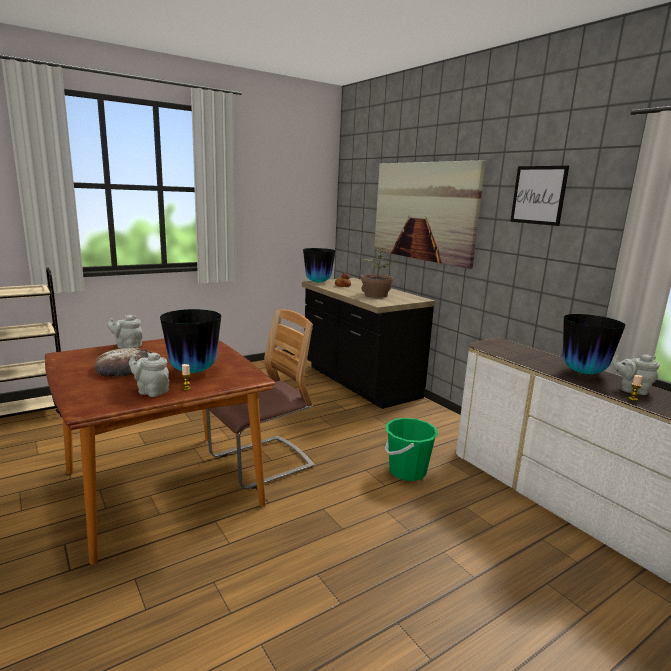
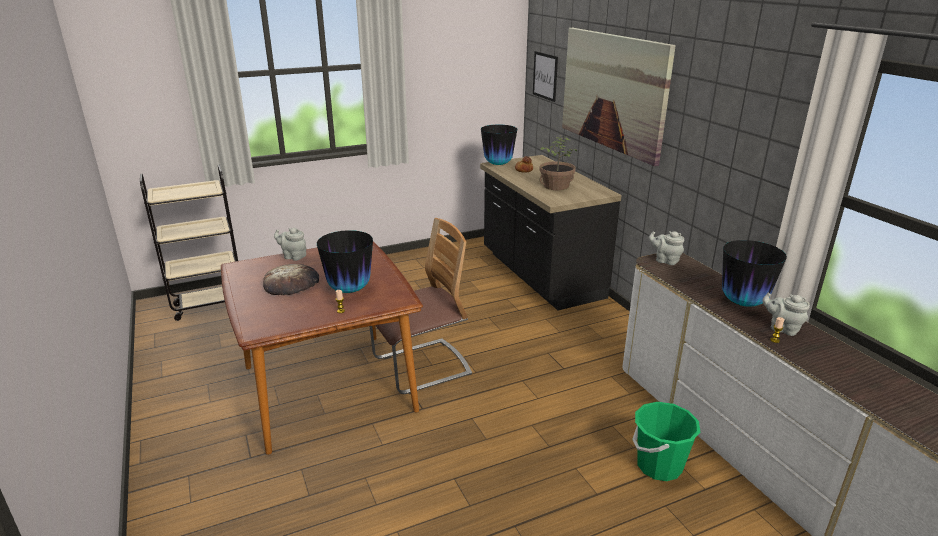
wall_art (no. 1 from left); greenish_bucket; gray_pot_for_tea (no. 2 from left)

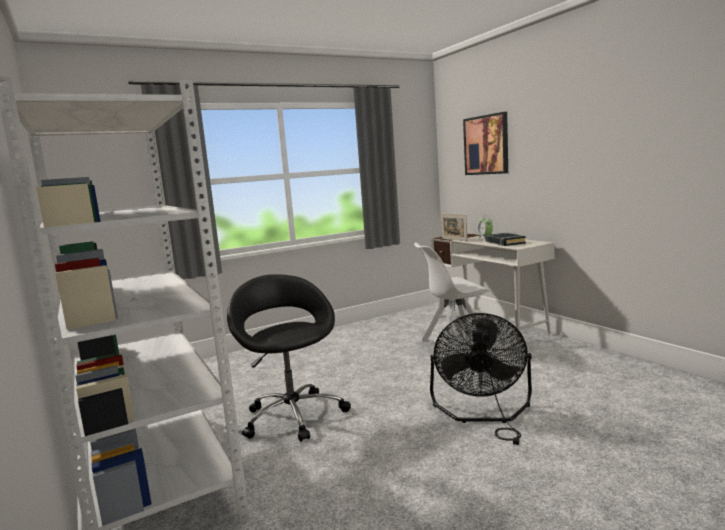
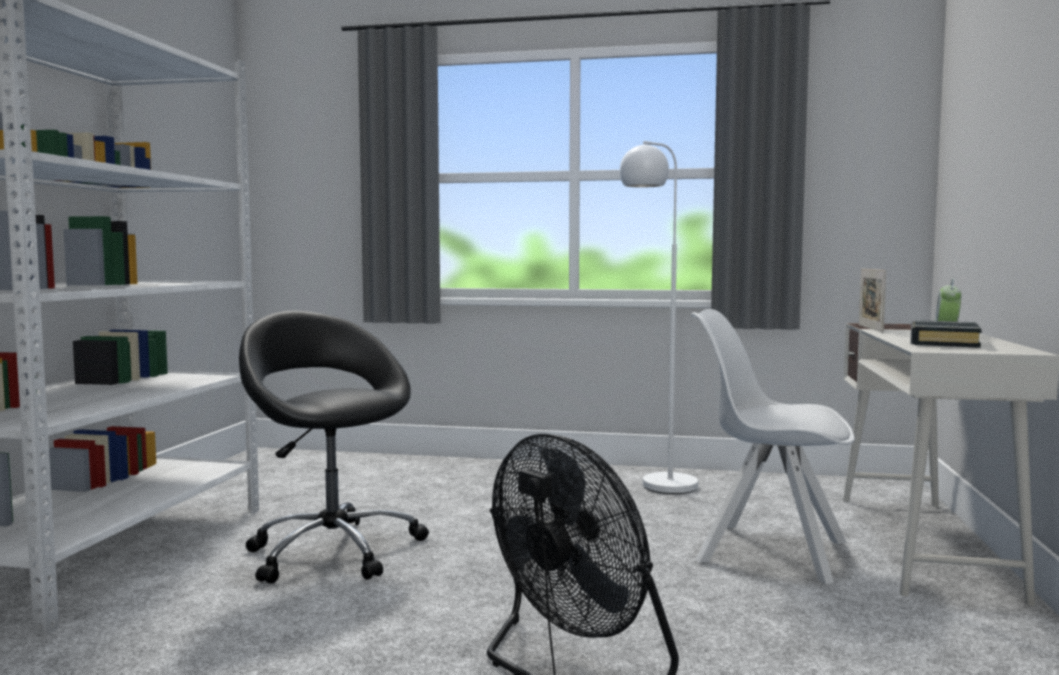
black_desk_chair; white_floor_lamp; wall_art

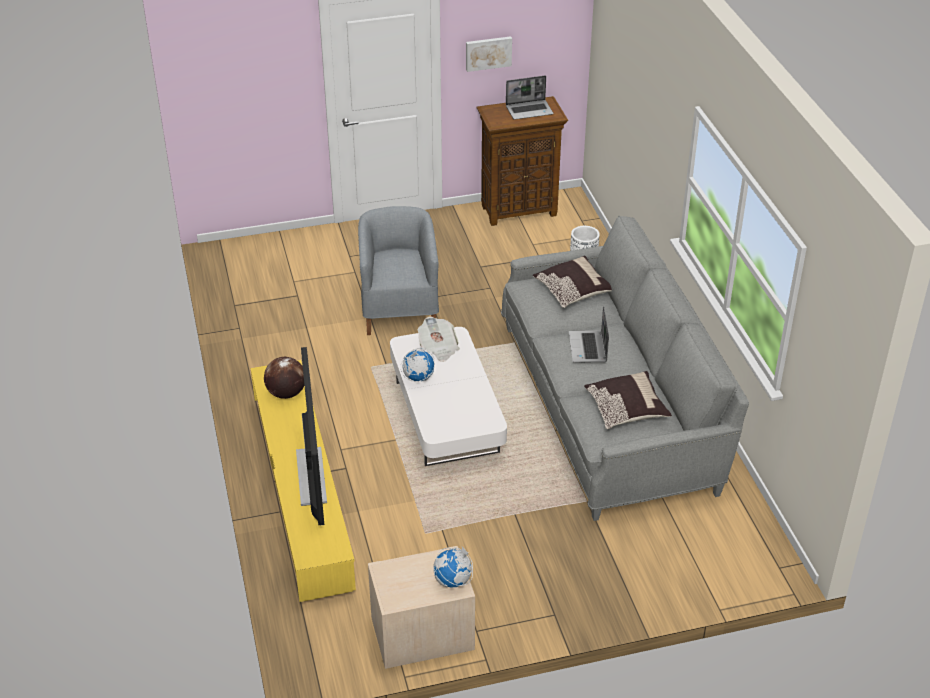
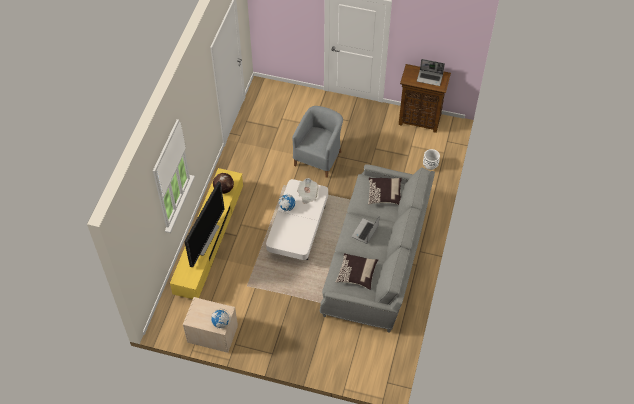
wall_art

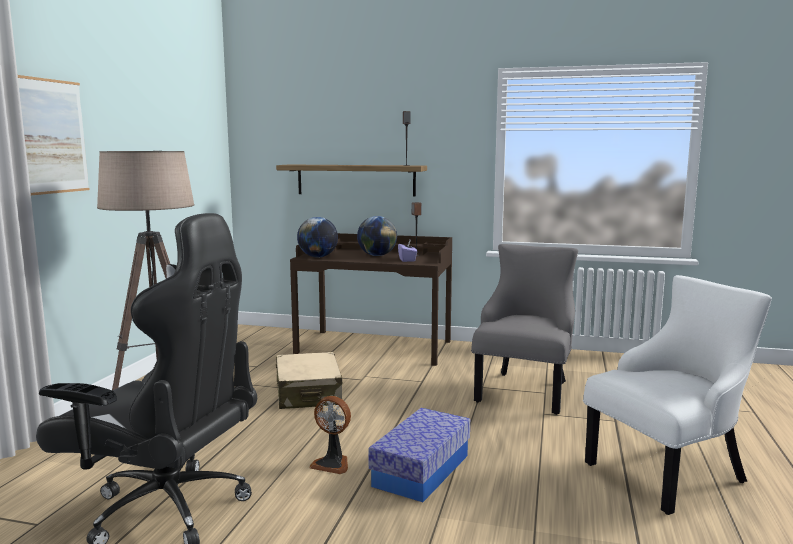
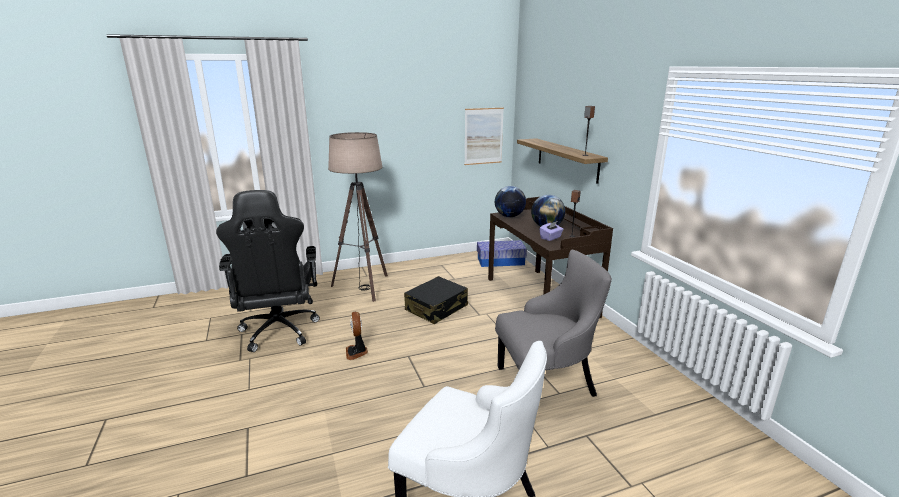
black_piece_of_luggage; wall_art; storage_container

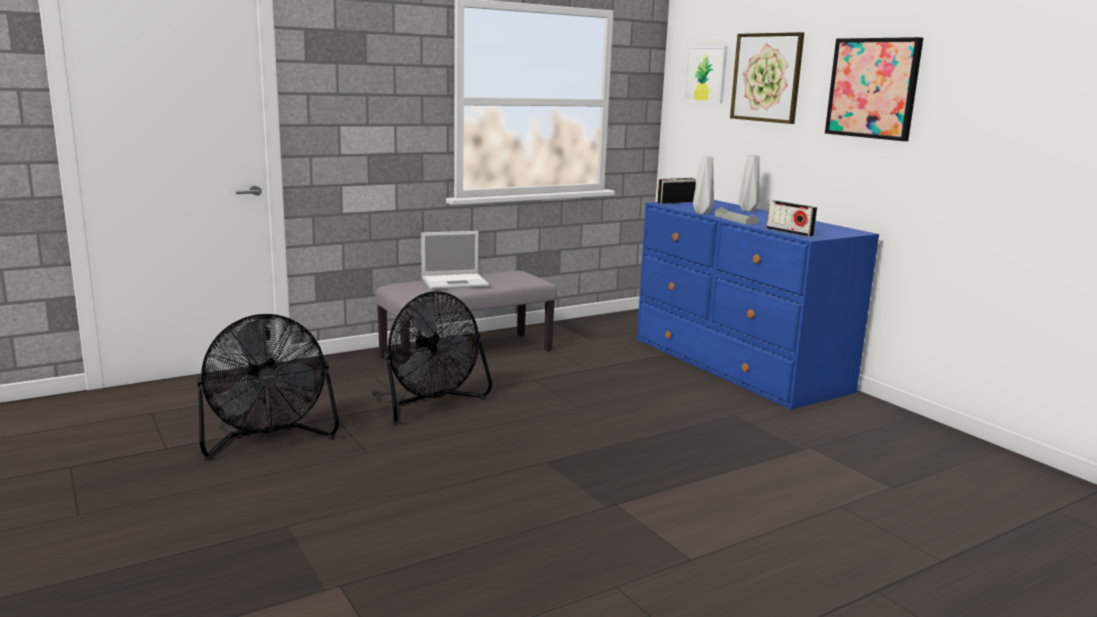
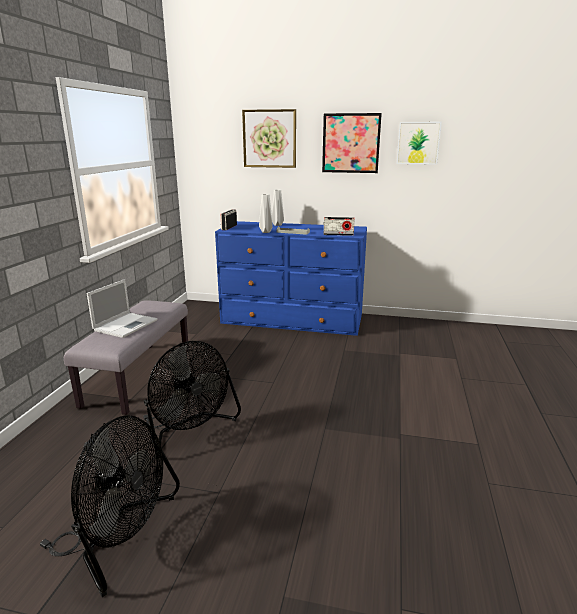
black_electric_fan (no. 2 from left); wall_art (no. 3 from left)

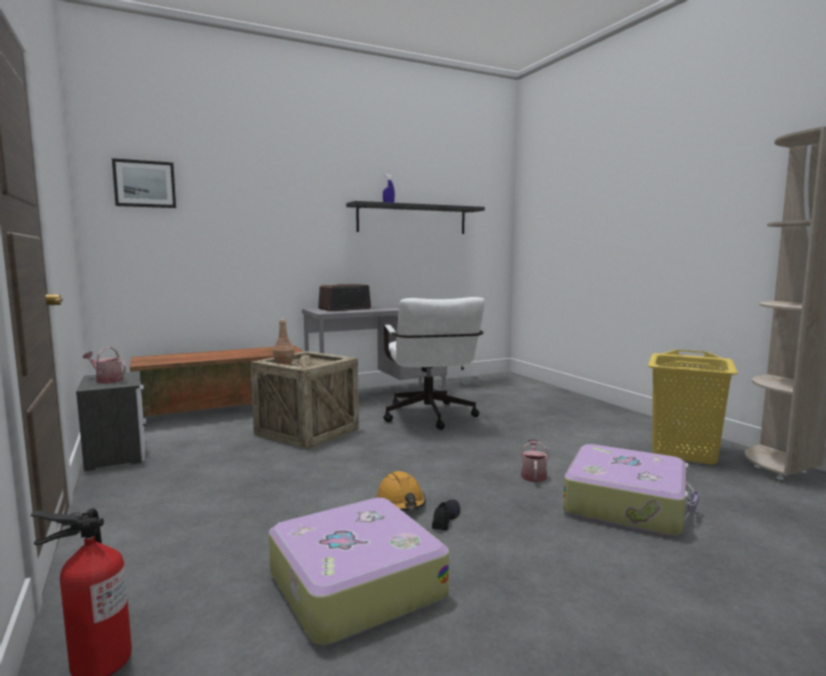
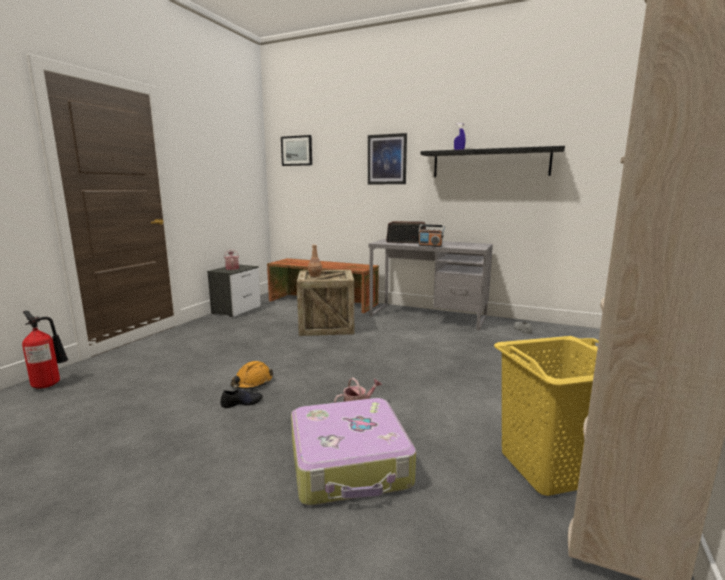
wall_art (no. 2 from left); radio_receiver (no. 2 from left); piece_of_luggage (no. 1 from left in the first image); white_desk_chair

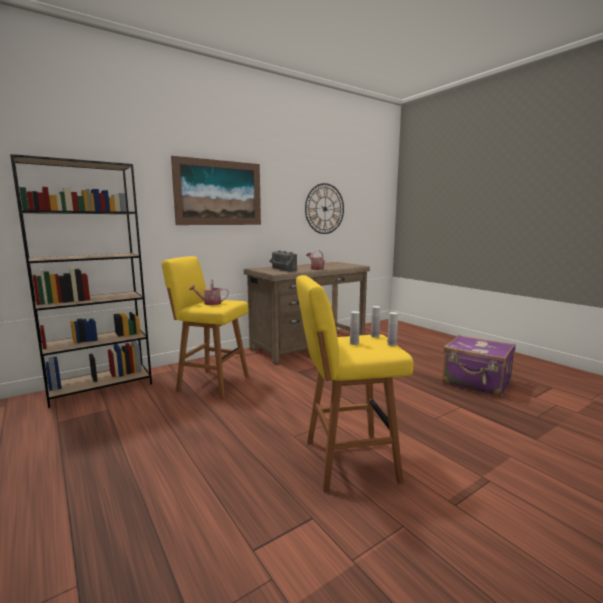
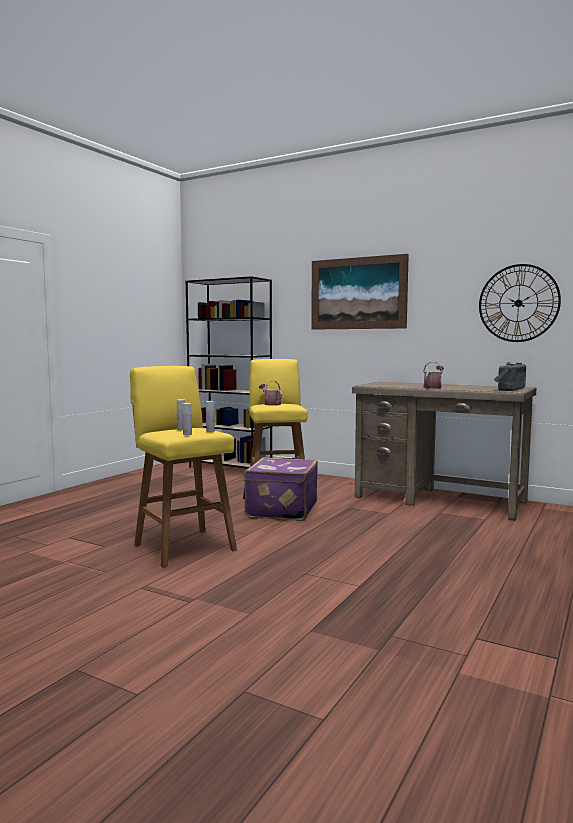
purplish_piece_of_luggage; radio_receiver

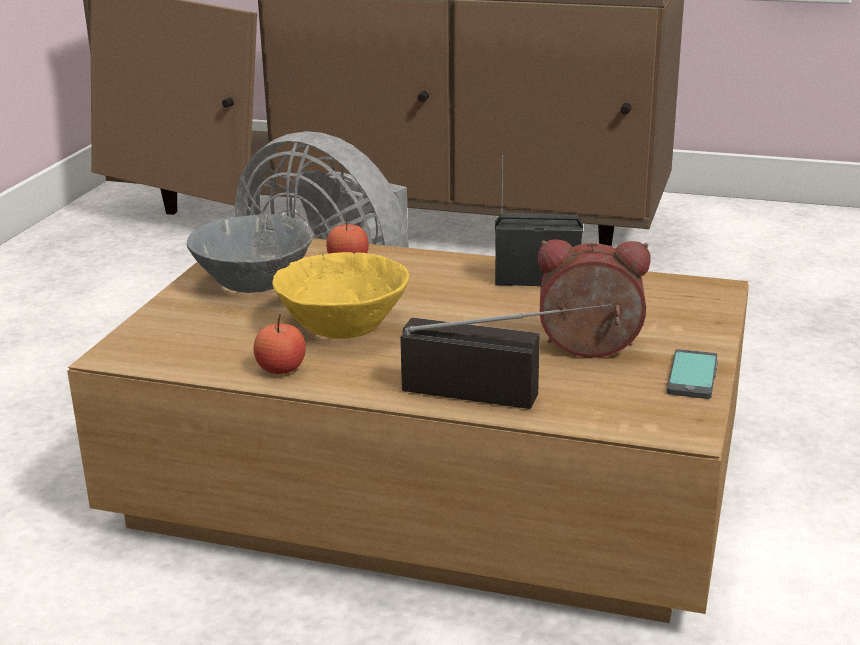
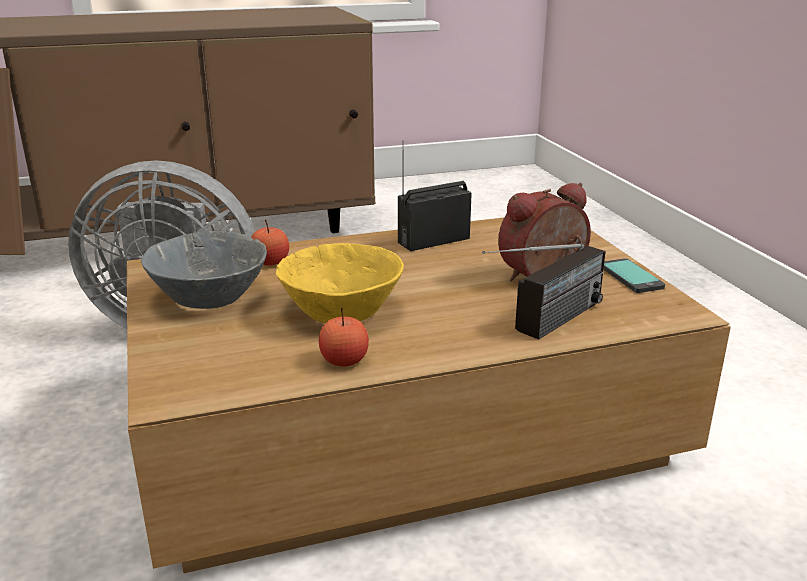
radio_receiver (no. 2 from left)

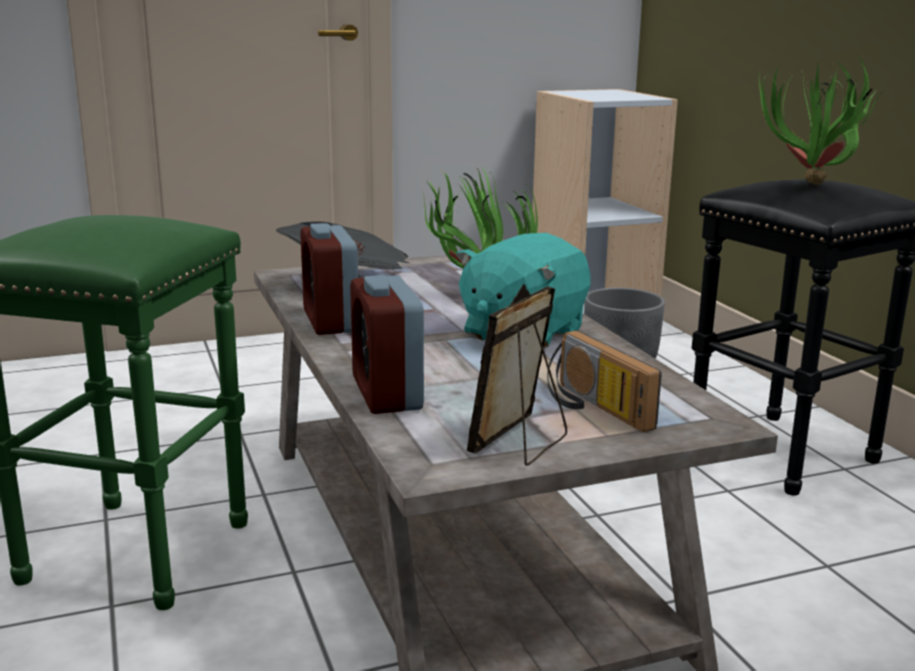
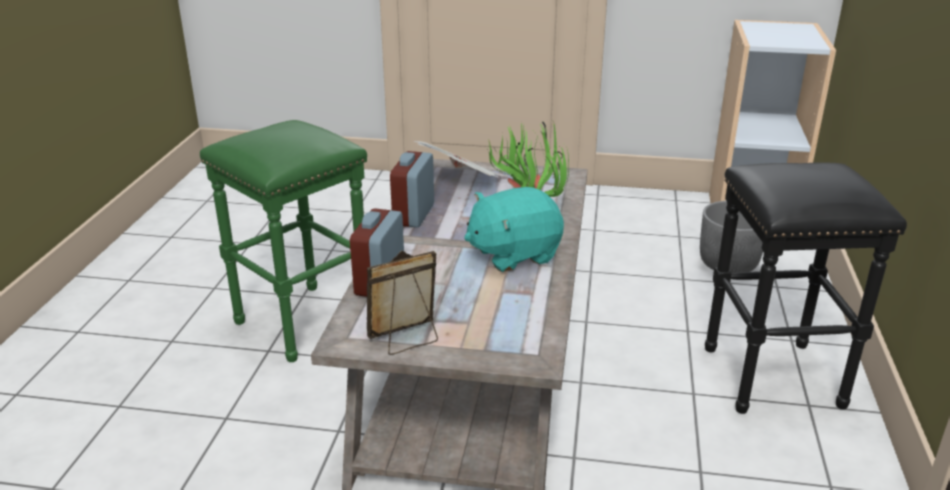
radio_receiver; potted_plant (no. 2 from left in the first image)

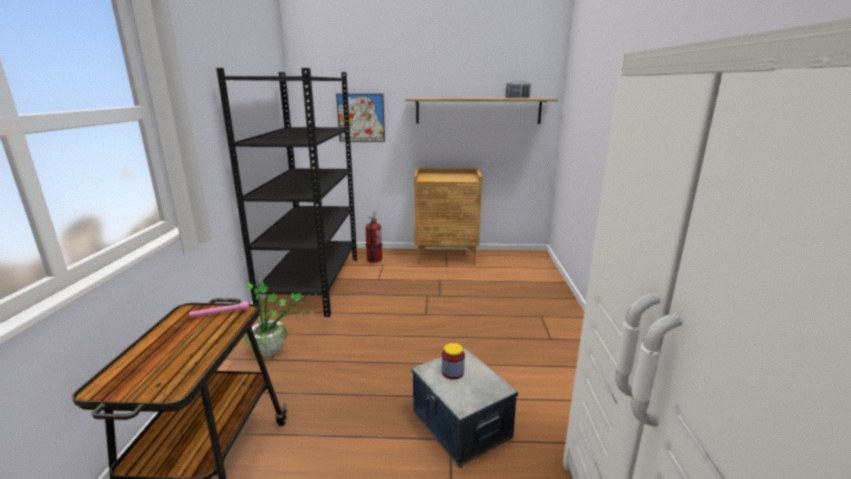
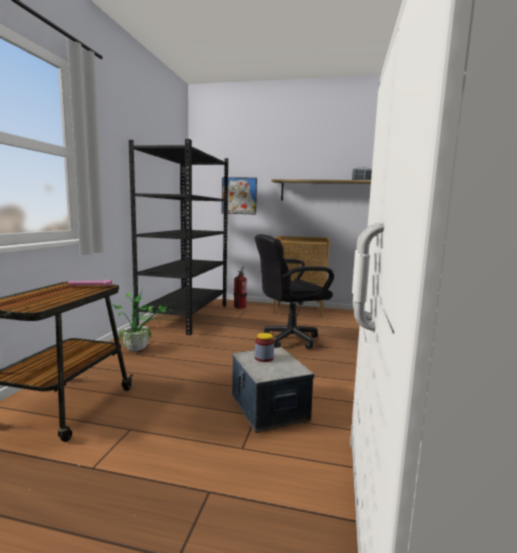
black_desk_chair

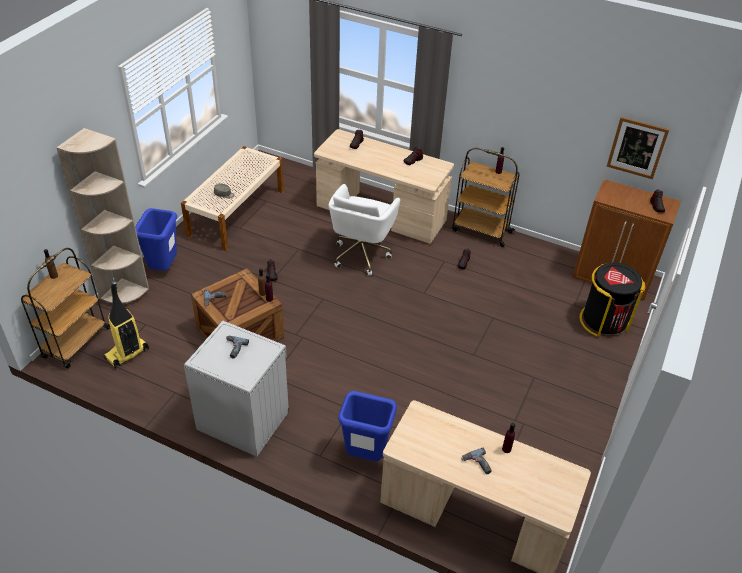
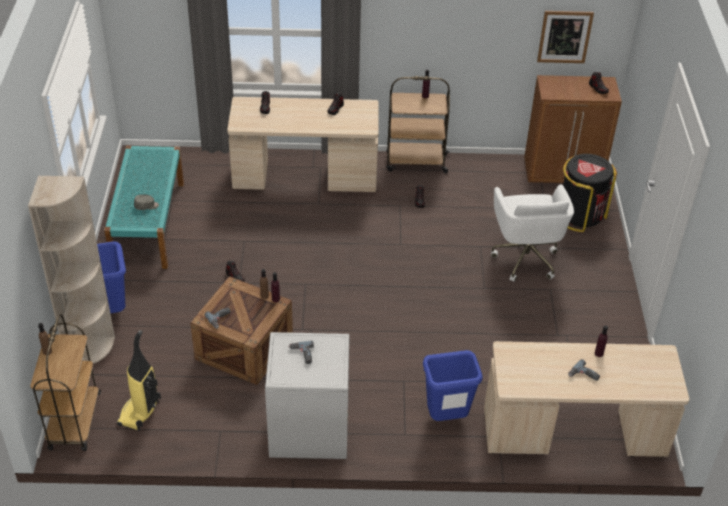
blue-green_bench; white_desk_chair

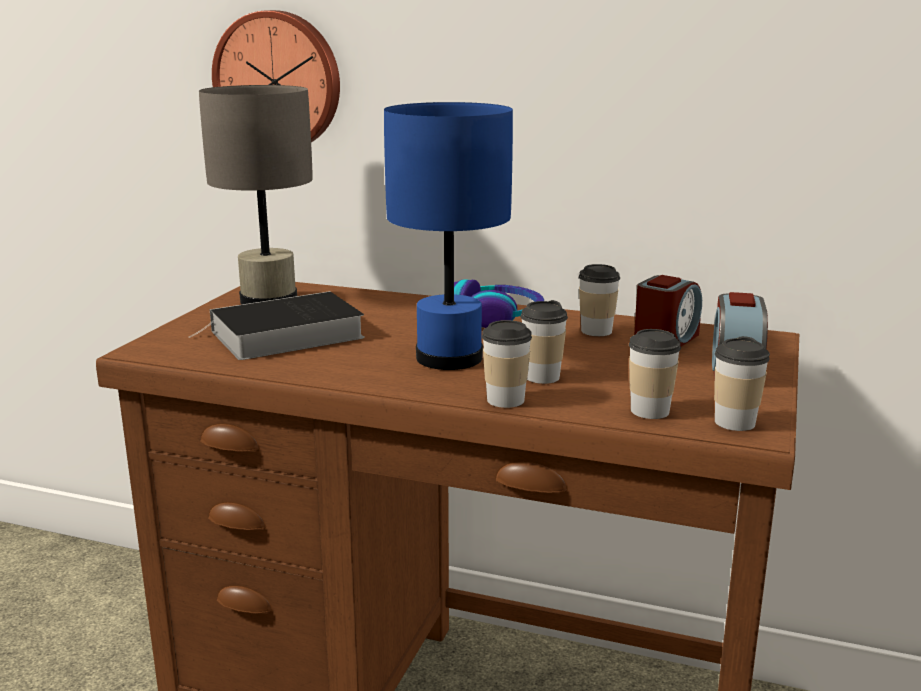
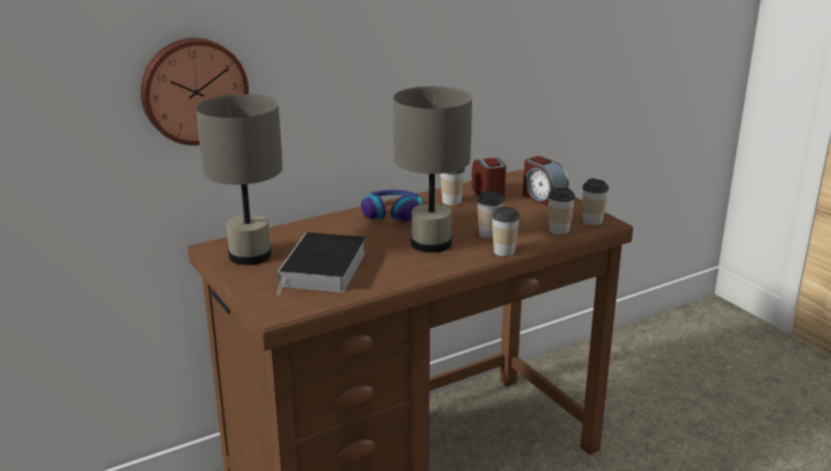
gray_table_lamp (no. 2 from left)

